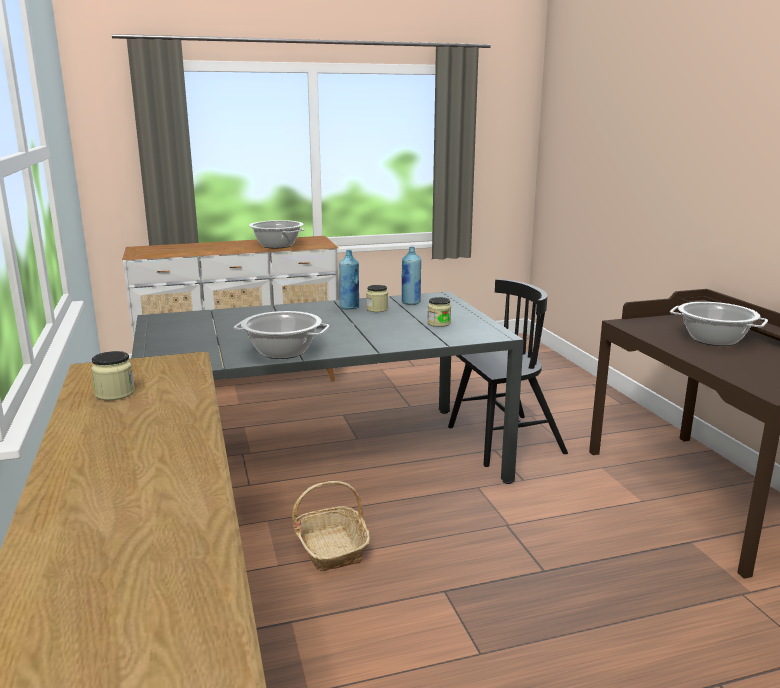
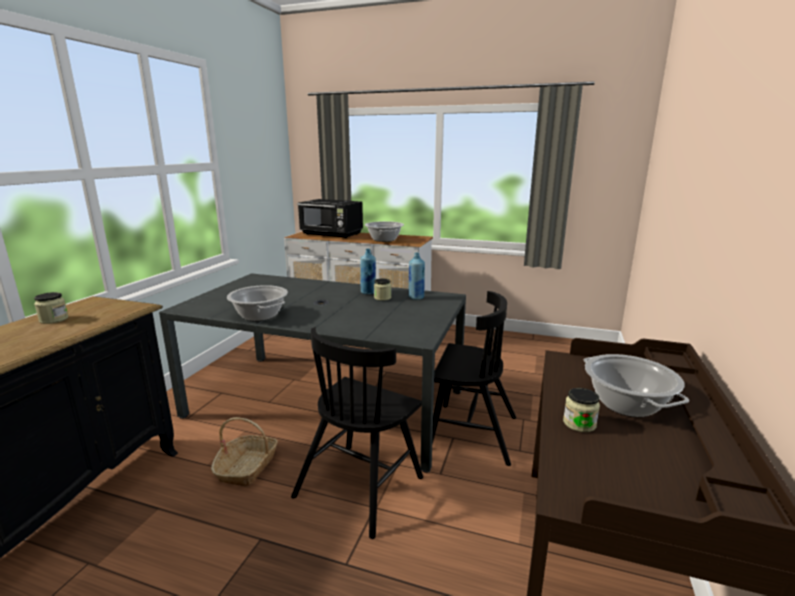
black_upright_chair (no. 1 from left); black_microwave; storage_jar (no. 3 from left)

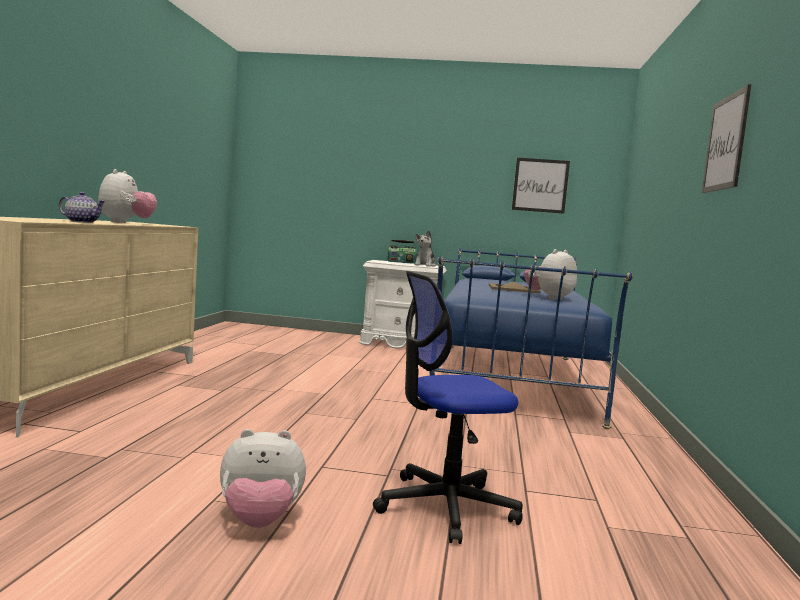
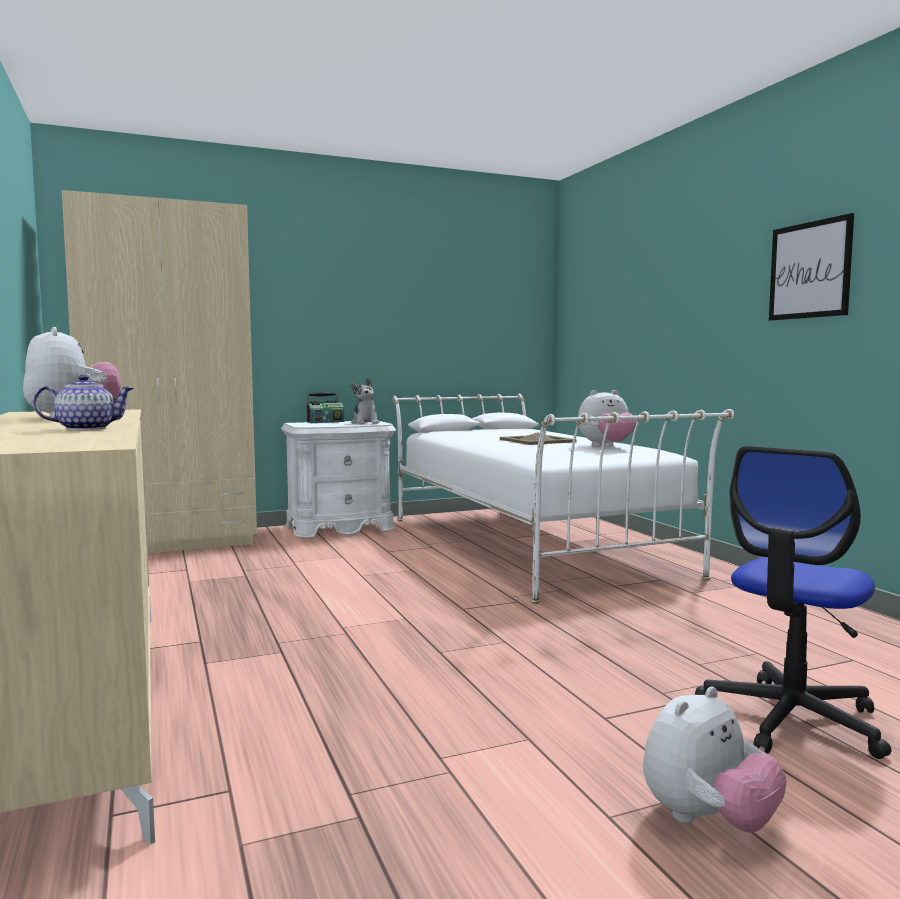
sand-coloured_clothes_cupboard; white_sleeping_bed; cuddly_toy (no. 3 from left); wall_art (no. 1 from left in the first image)

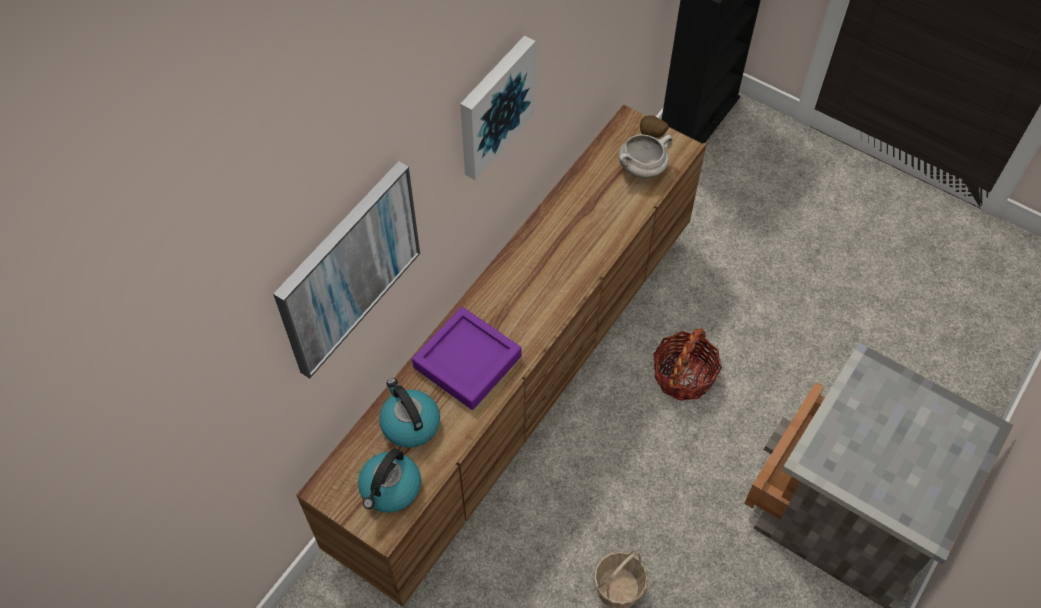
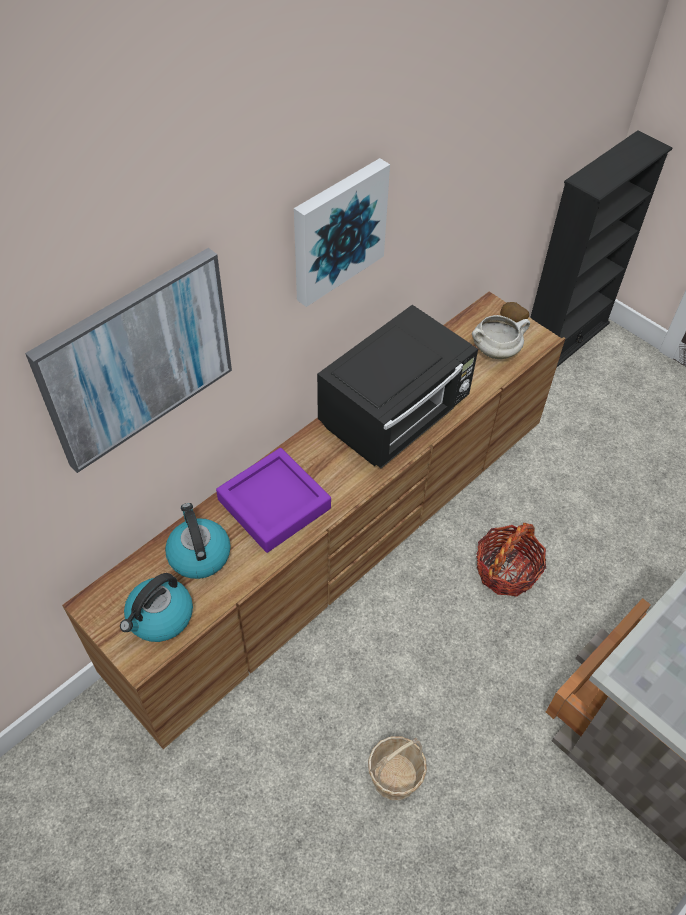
black_microwave

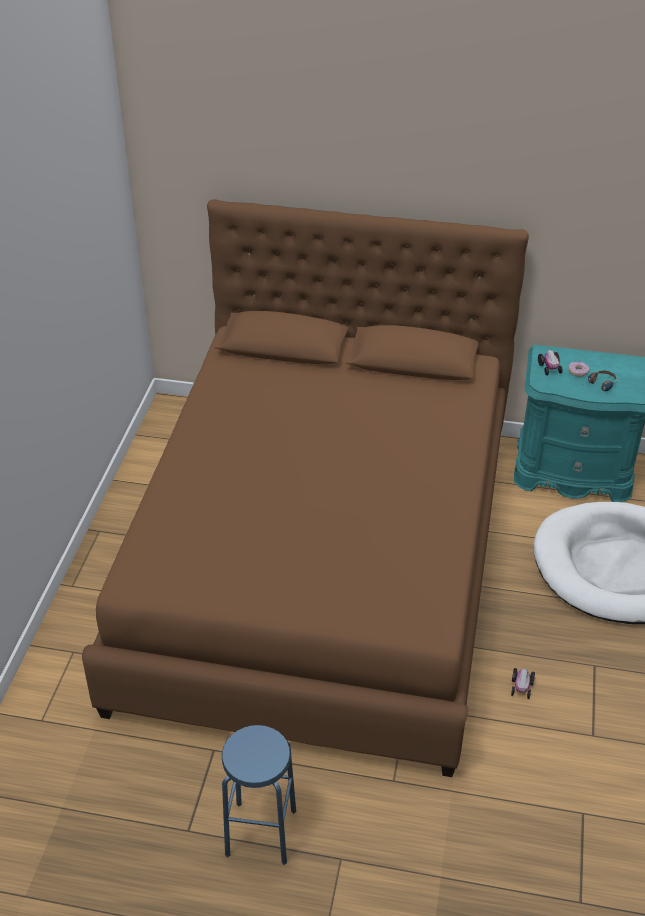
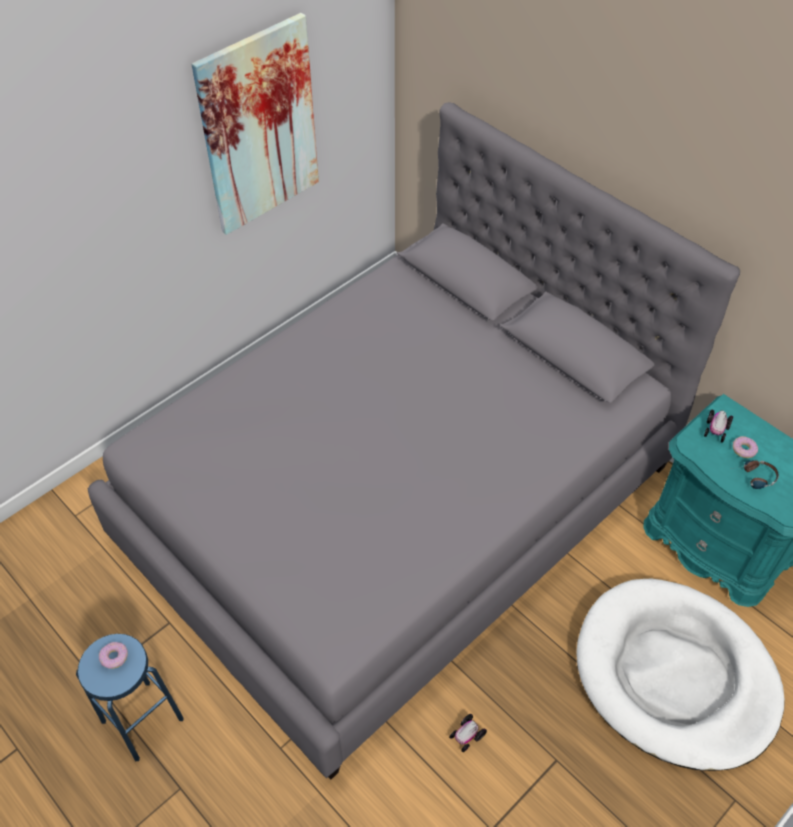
gray_sleeping_bed; donut (no. 1 from left); wall_art

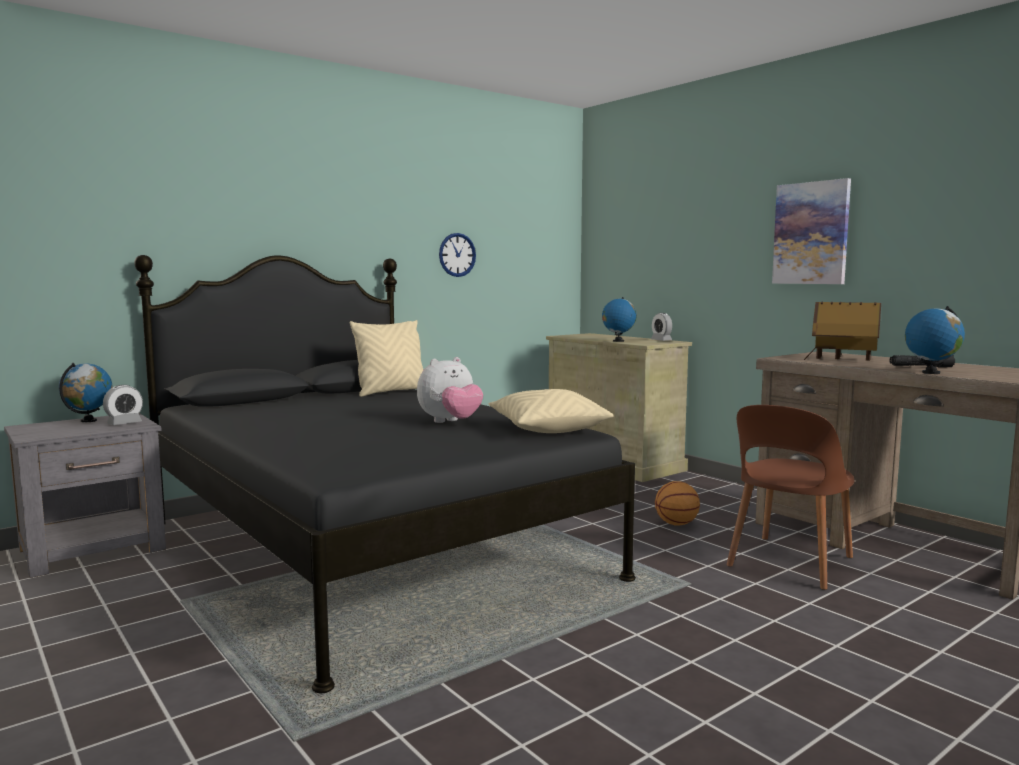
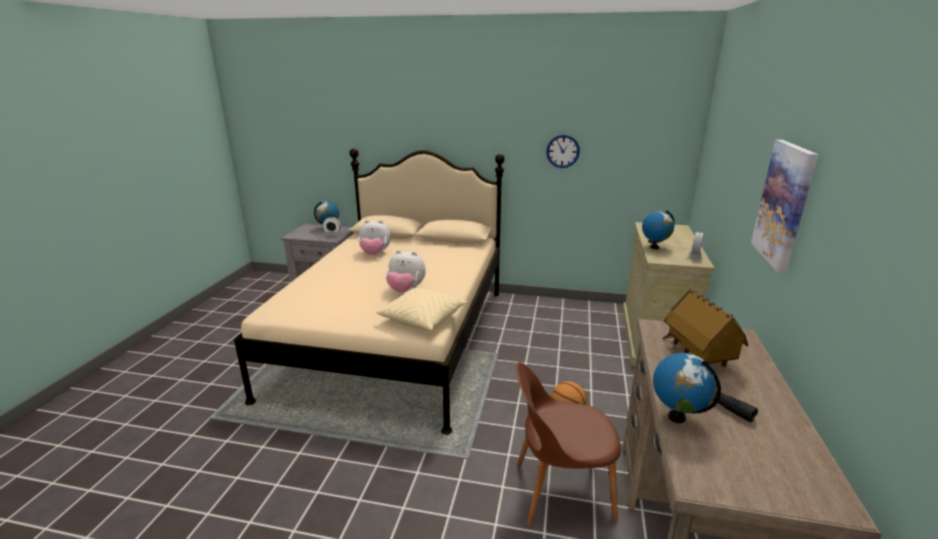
sand-coloured_sleeping_bed; cuddly_toy (no. 1 from left); sand-coloured_pillow (no. 1 from left in the first image)

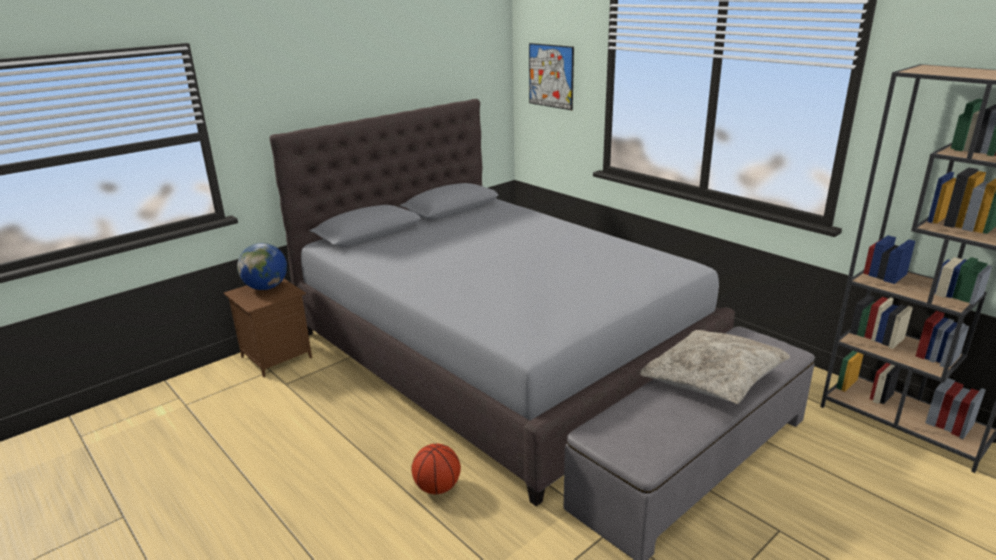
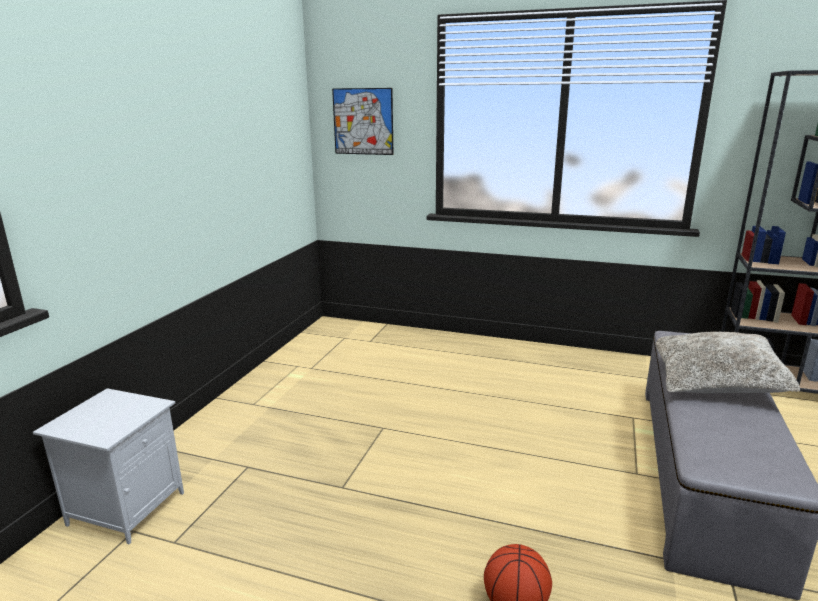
gray_night_table; desk_globe; gray_sleeping_bed

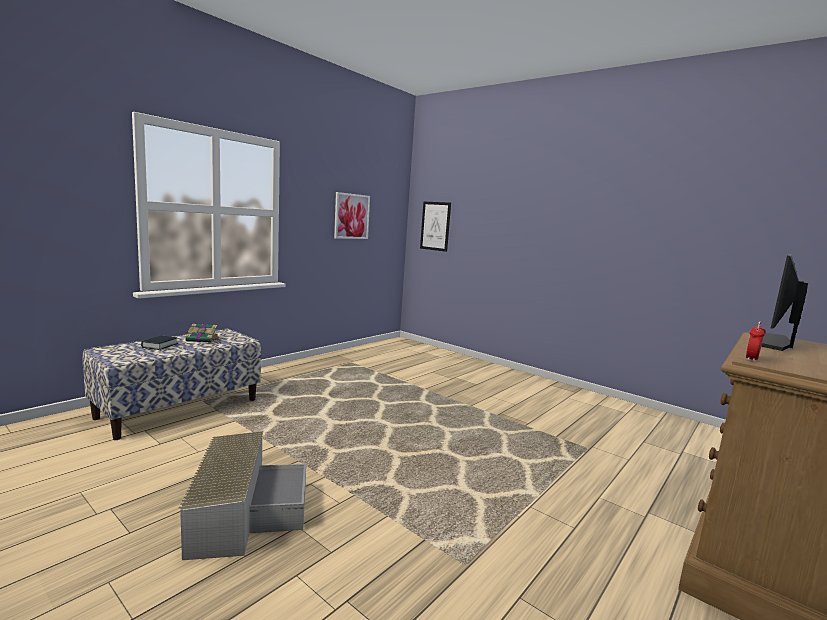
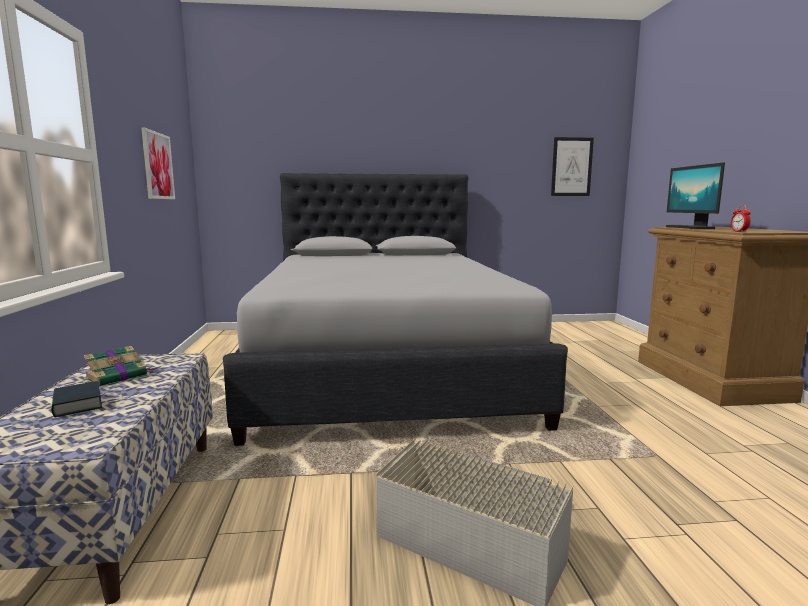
gray_sleeping_bed; wall_art (no. 2 from left)

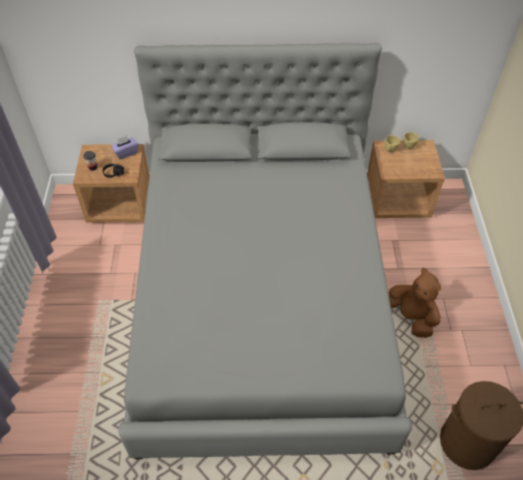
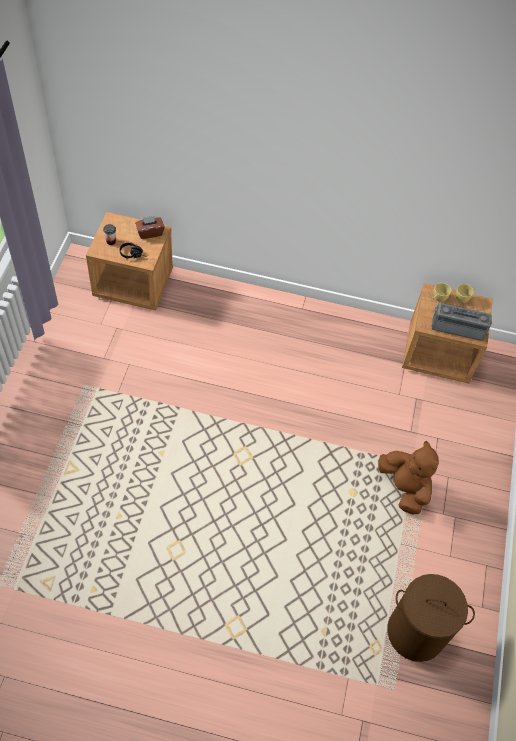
brownish_tissue_box; radio_receiver; gray_sleeping_bed

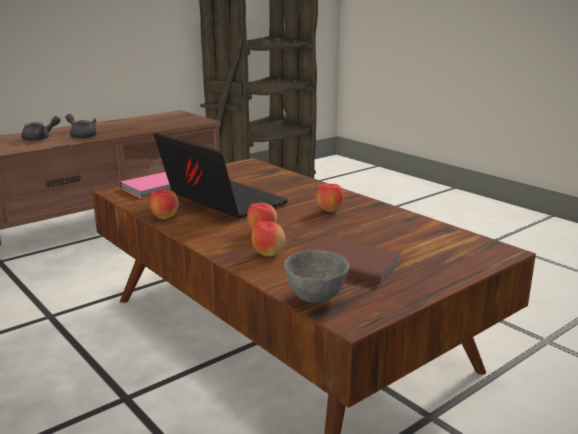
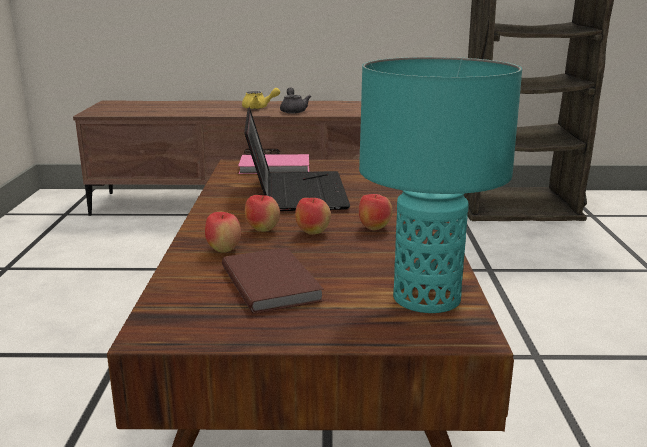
yellow_pot_for_tea; whole_apple (no. 3 from left); blue-green_table_lamp; gray_deep_dish

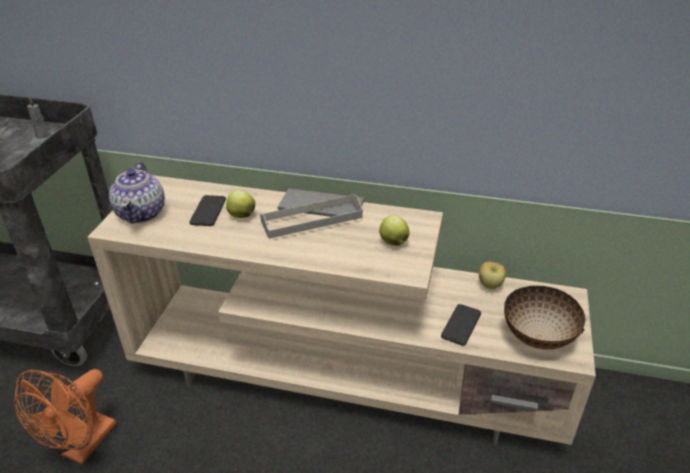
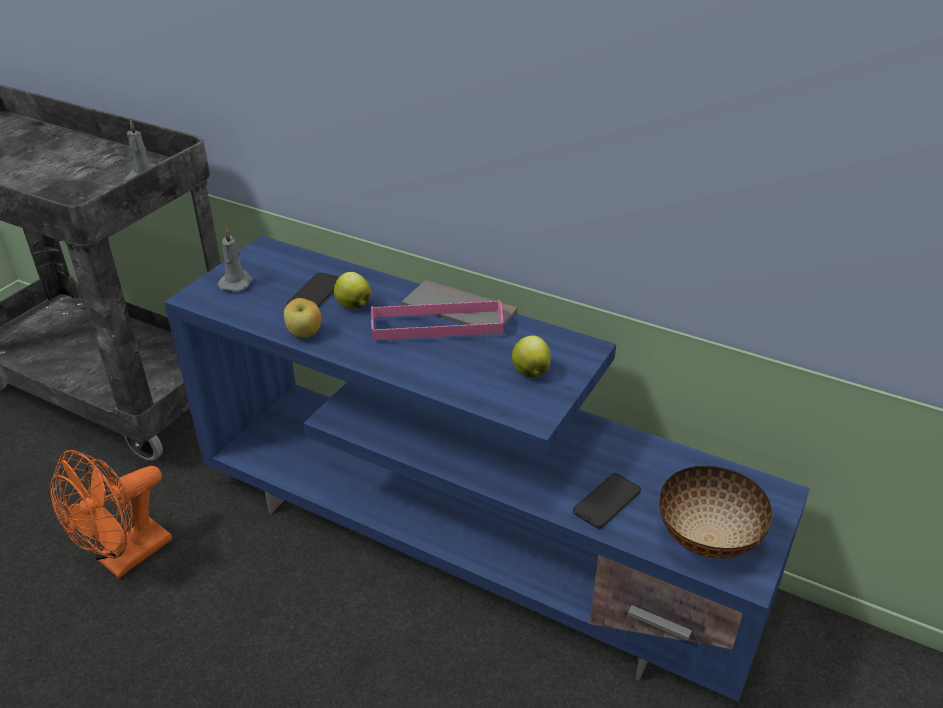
bluish_media_console; gray_wax_light (no. 2 from left); whole_apple (no. 1 from left); pinkish_tray

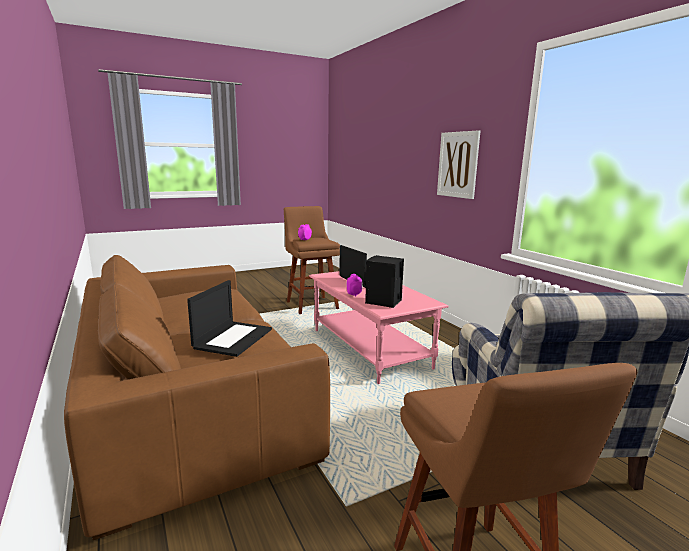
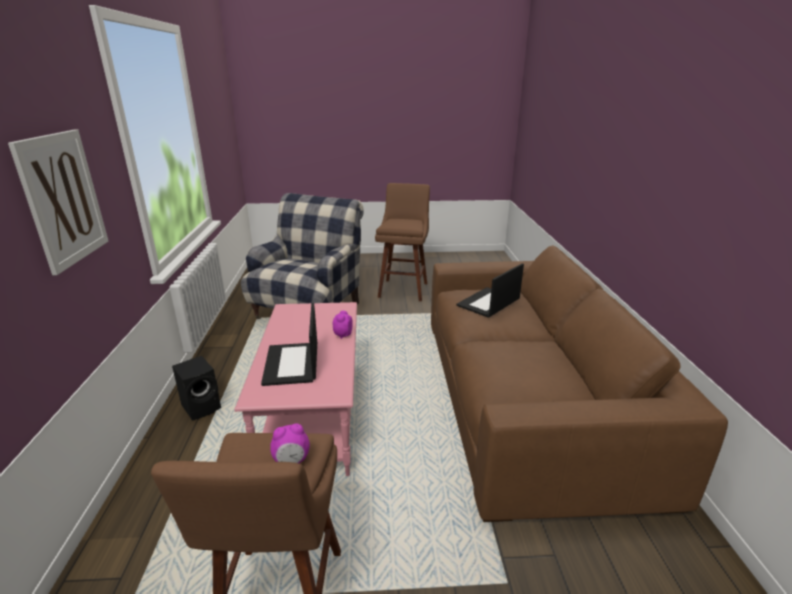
black_loudspeaker

